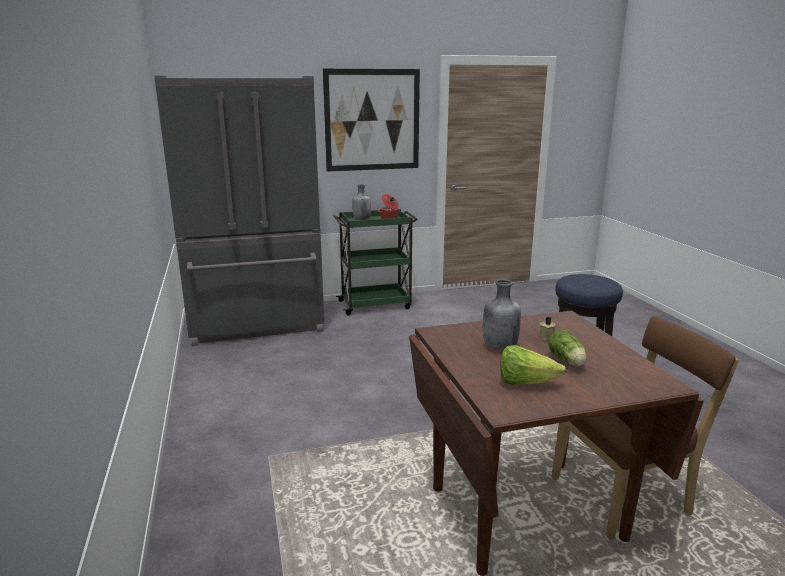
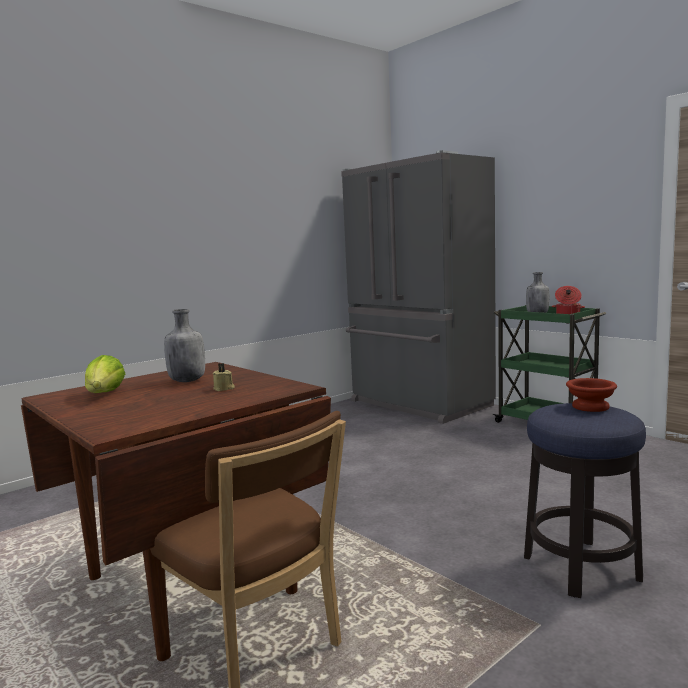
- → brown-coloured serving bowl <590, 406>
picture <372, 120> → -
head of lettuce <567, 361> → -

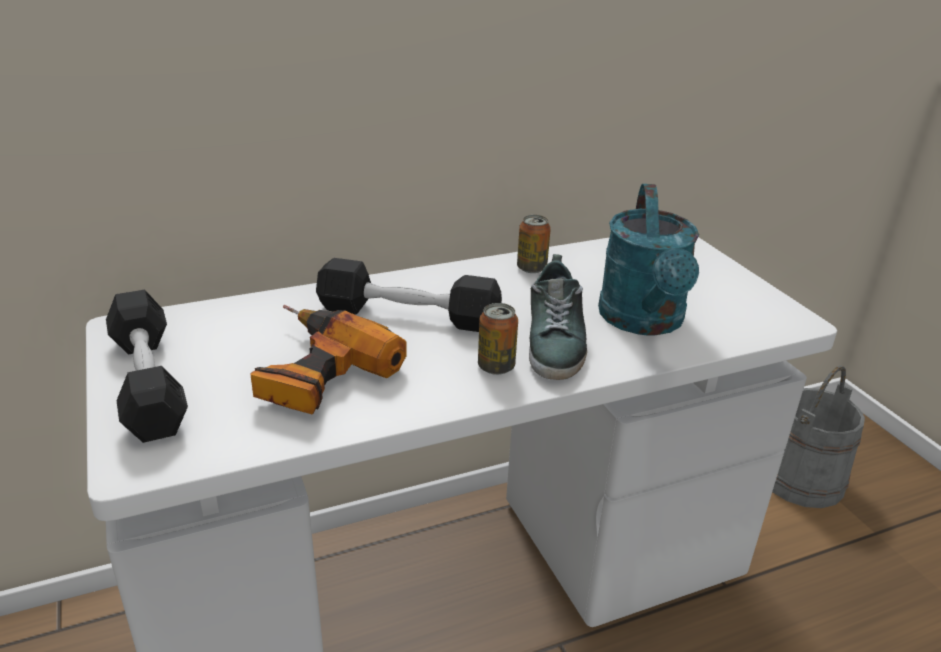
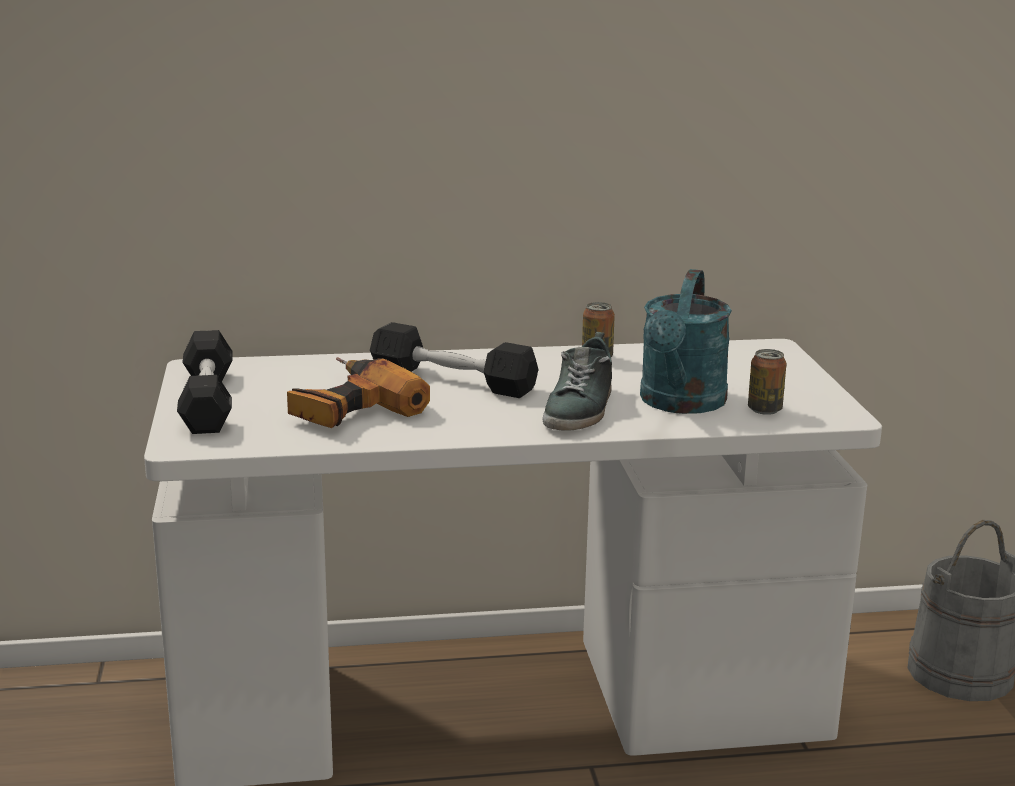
sealed can <496, 367> → sealed can <764, 410>, relocated

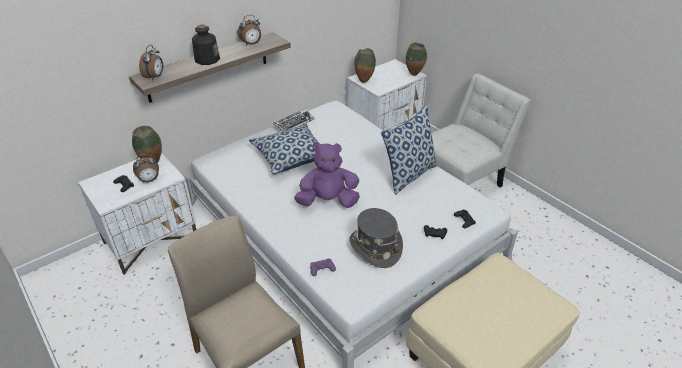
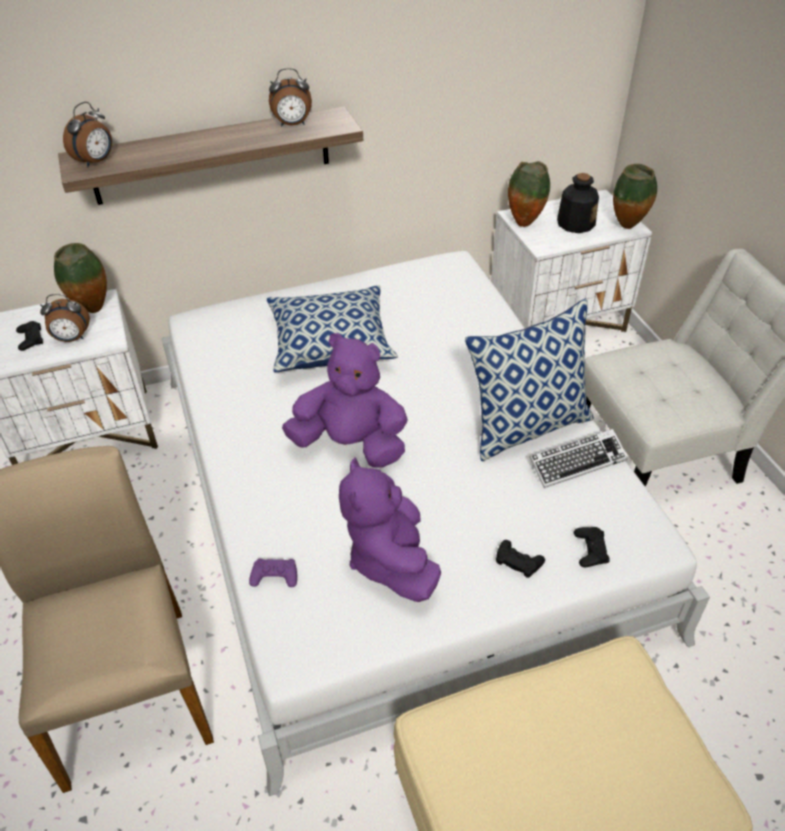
grey wearable hat <375, 247> → purple-coloured plush toy <390, 559>
PC keyboard <294, 123> → PC keyboard <577, 462>, relocated
beverage bottle <207, 59> → beverage bottle <575, 223>, relocated

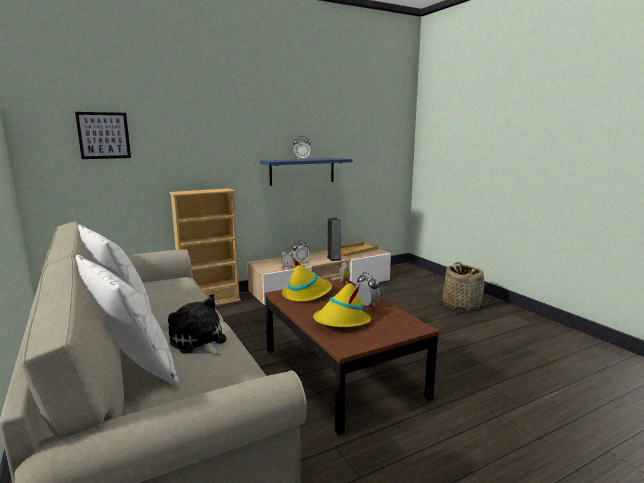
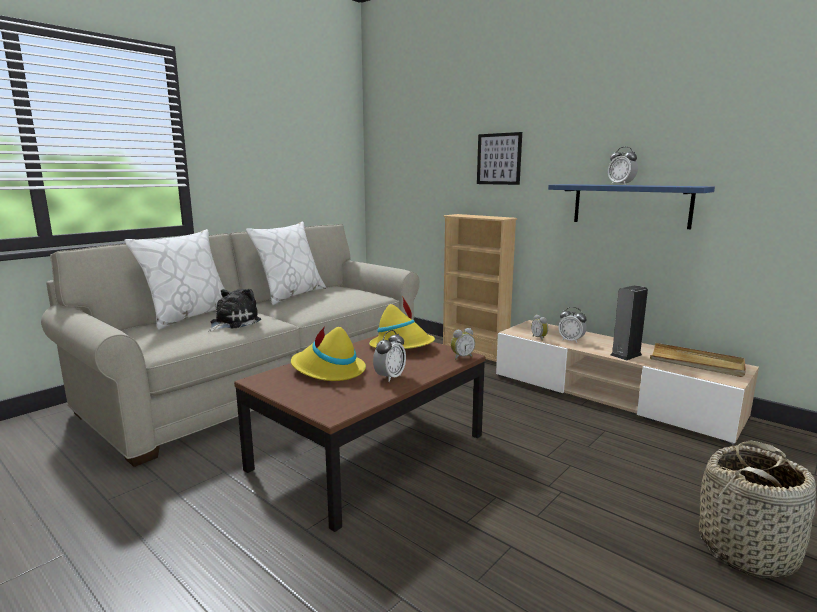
picture <104, 135> → picture <499, 159>, relocated

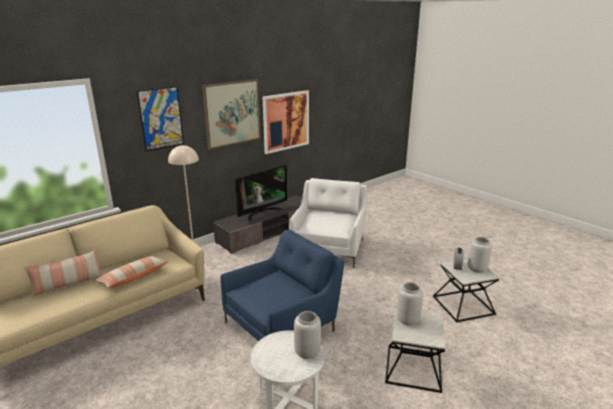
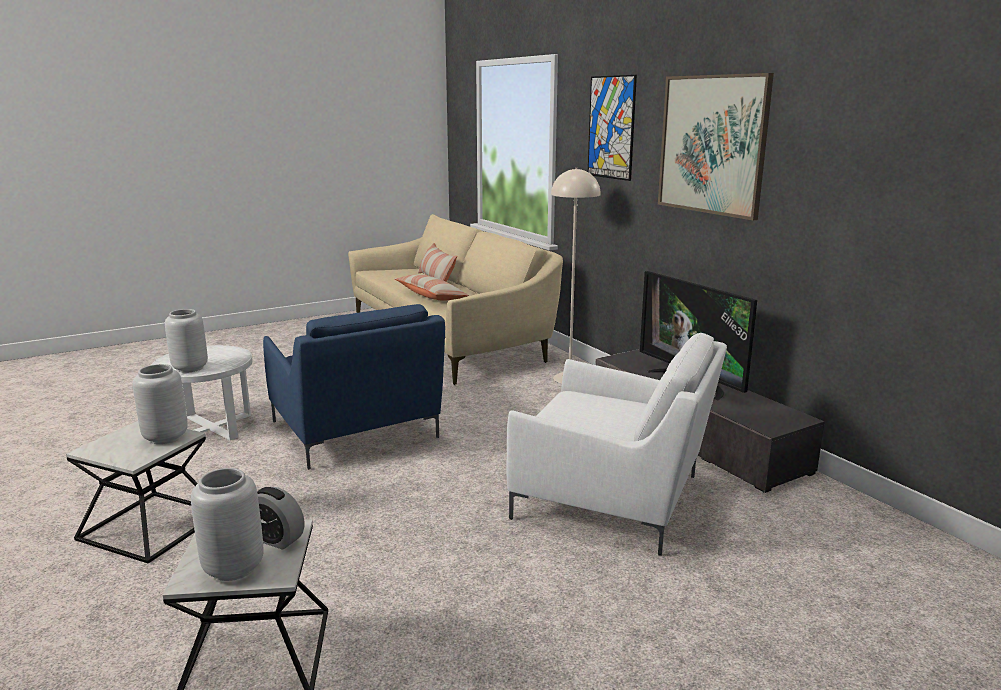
picture <286, 121> → -

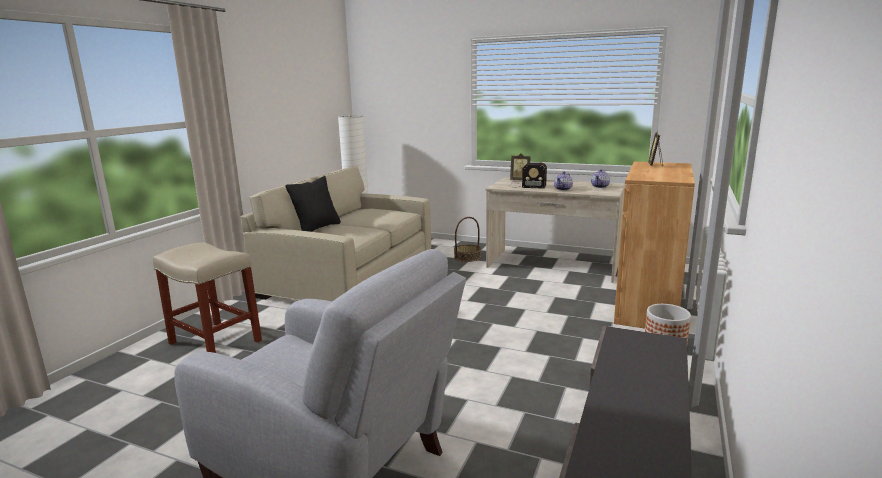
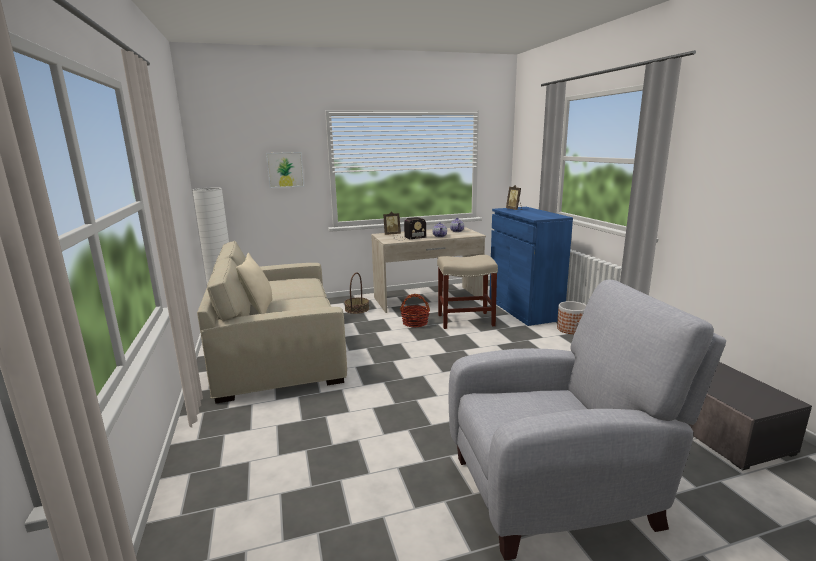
black-coloured throw pillow <317, 228> → beige-coloured throw pillow <259, 309>
- → picture <285, 169>
- → basket <415, 323>
beige-coloured sitting stool <214, 342> → beige-coloured sitting stool <464, 320>, relocated
brown-coloured cupboard <647, 305> → blue cupboard <524, 309>

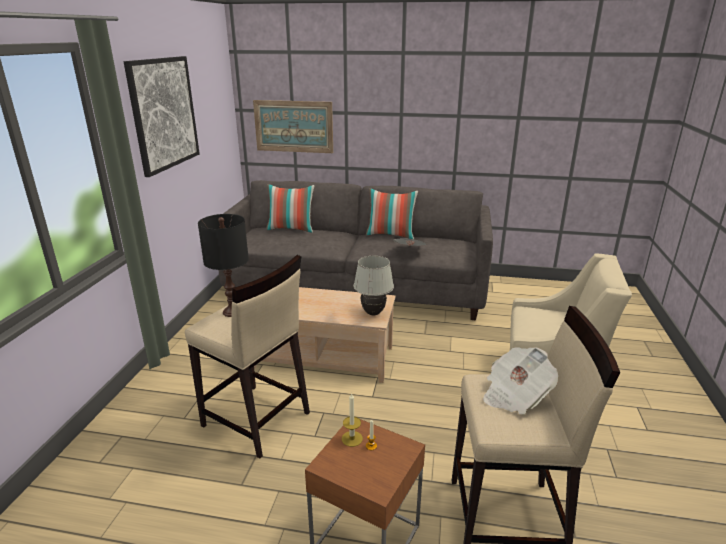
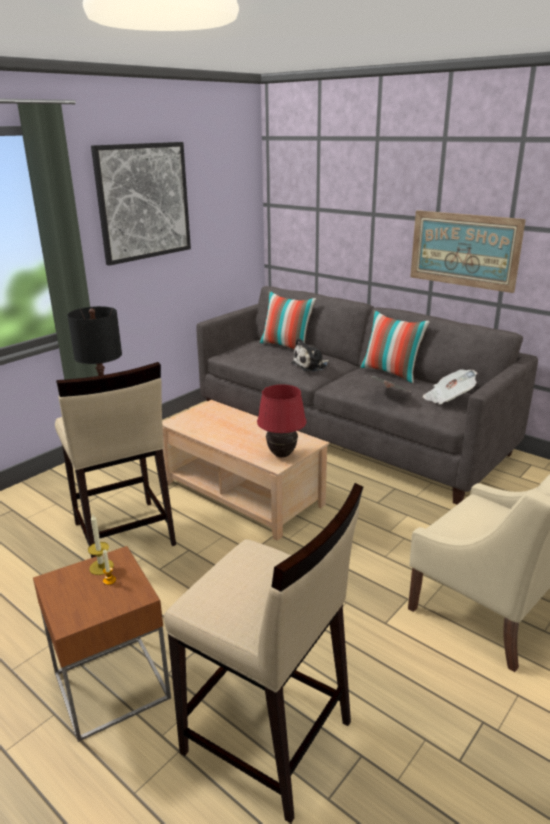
white table lamp <373, 313> → red table lamp <282, 454>
- → plush toy <311, 365>
picture <293, 126> → picture <464, 250>, relocated
printed paper <515, 395> → printed paper <448, 398>, relocated

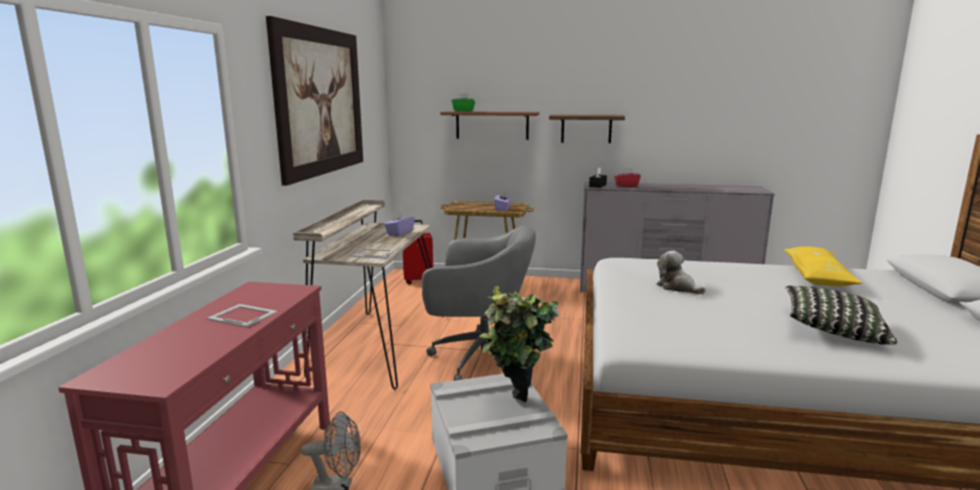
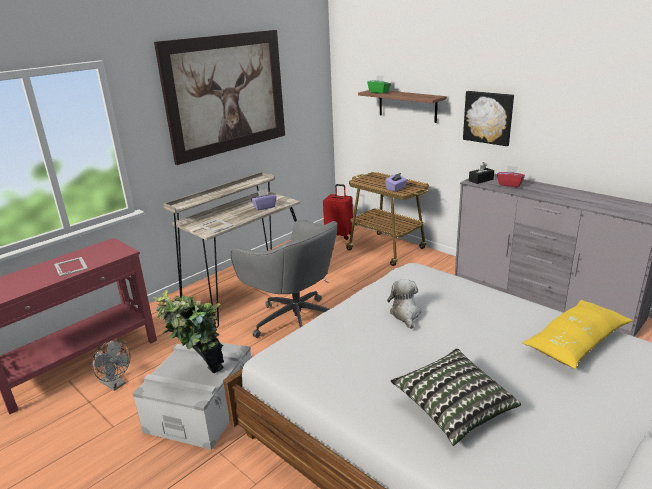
bracket shelf <586, 128> → picture <488, 117>

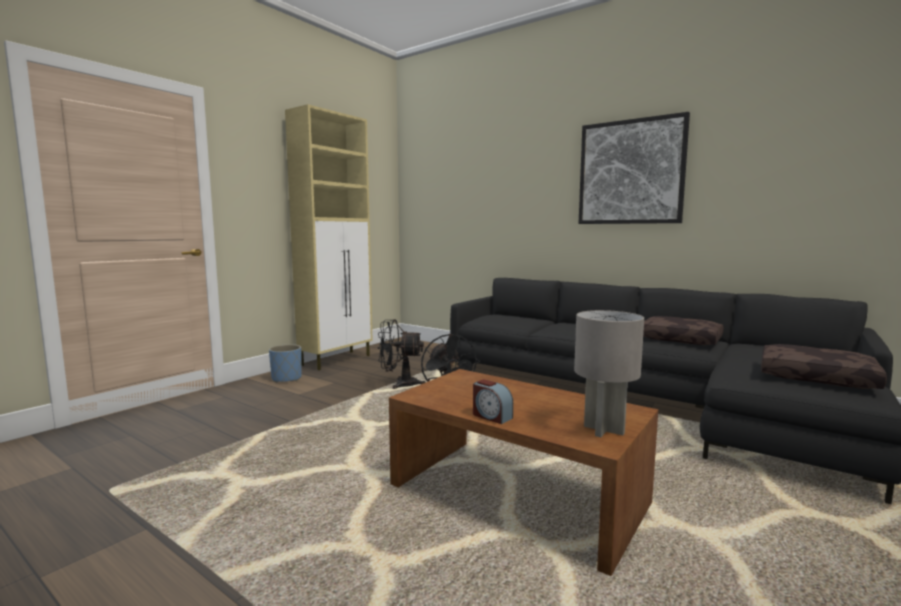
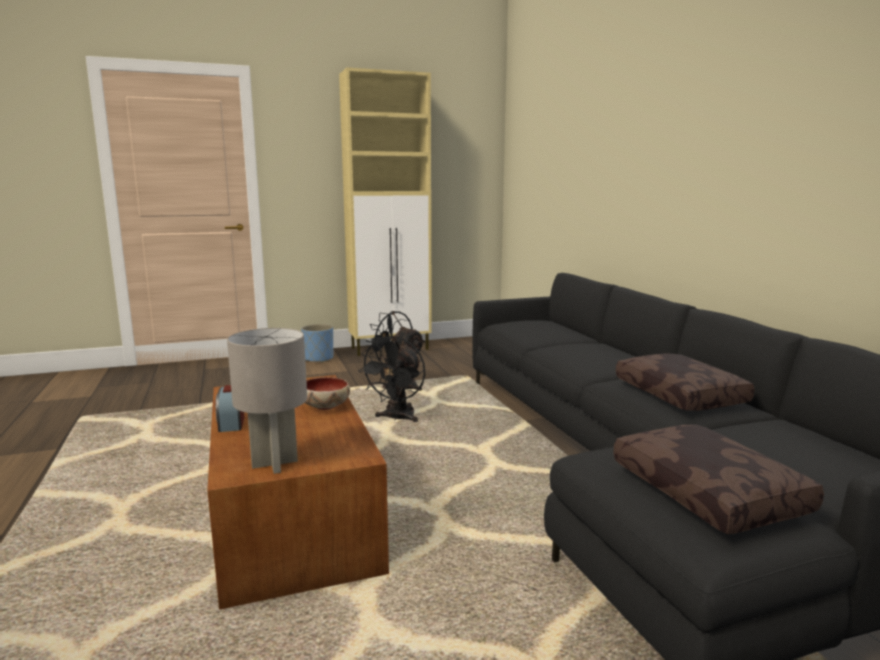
- → serving bowl <324, 407>
picture <630, 172> → -

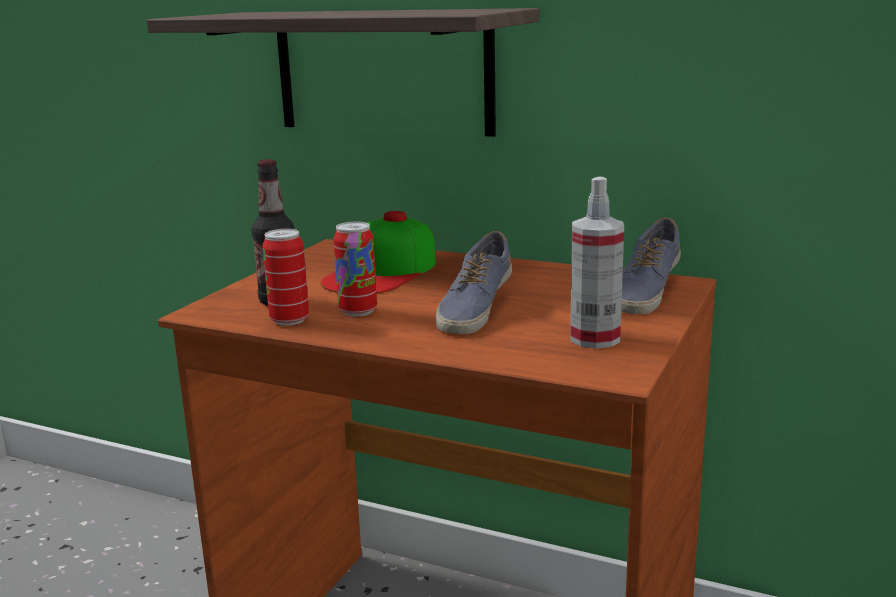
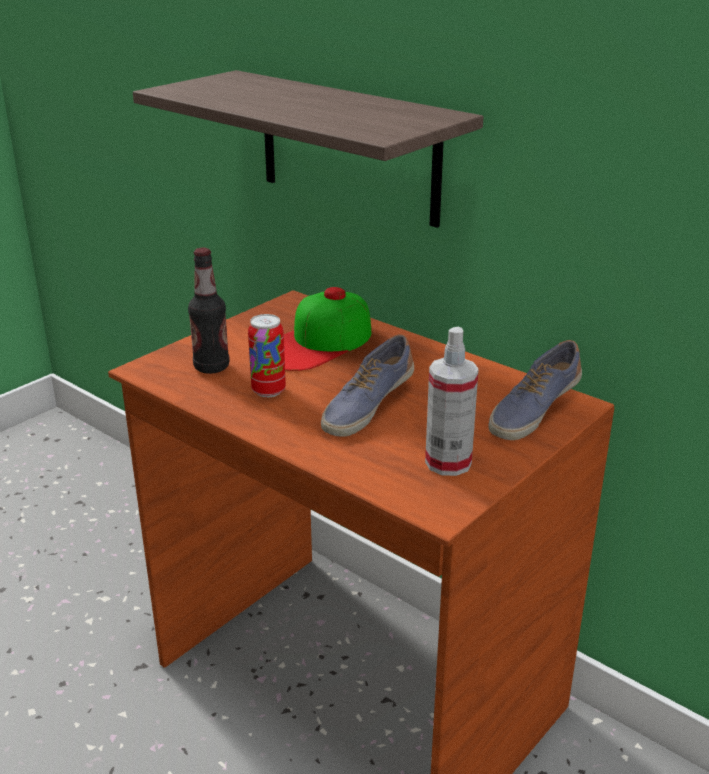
sealed can <289, 320> → -

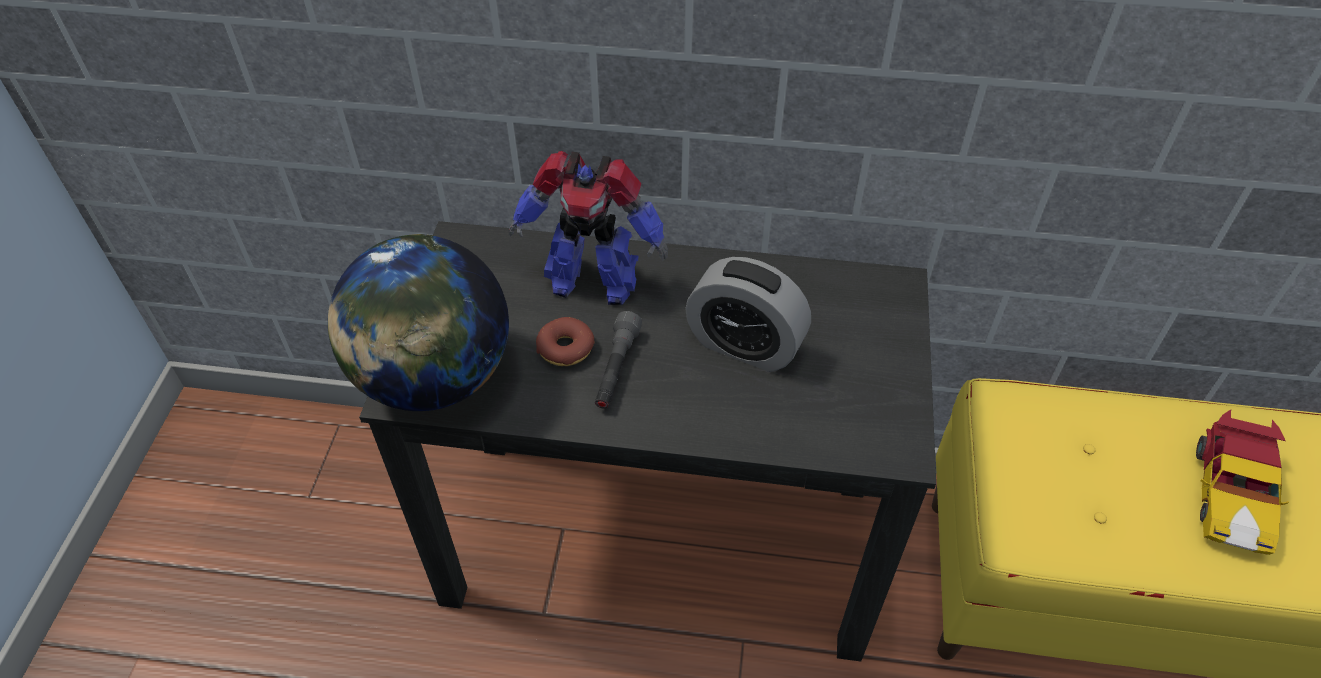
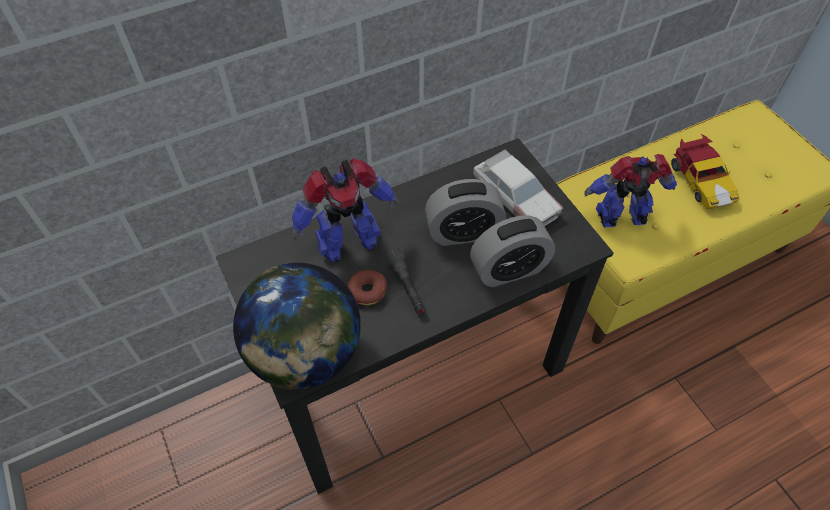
- → alarm clock <509, 269>
- → toy car <514, 197>
- → toy robot <622, 218>

